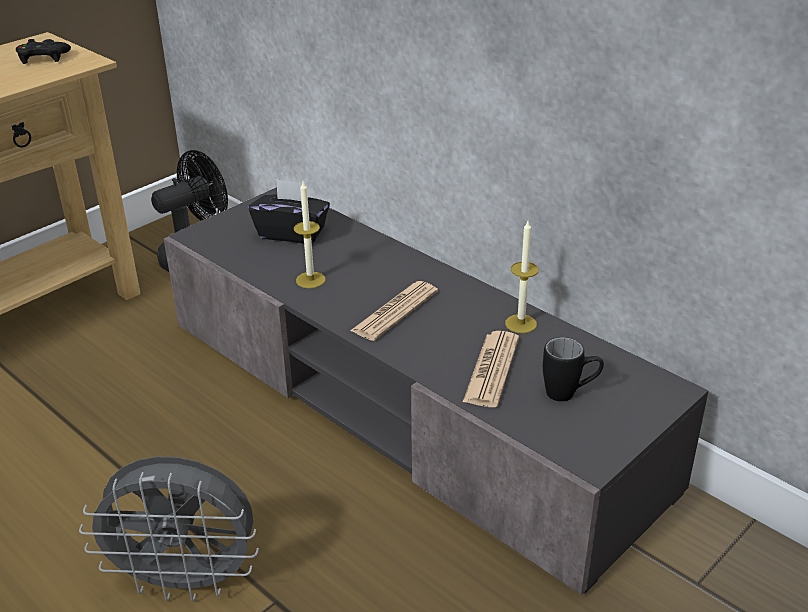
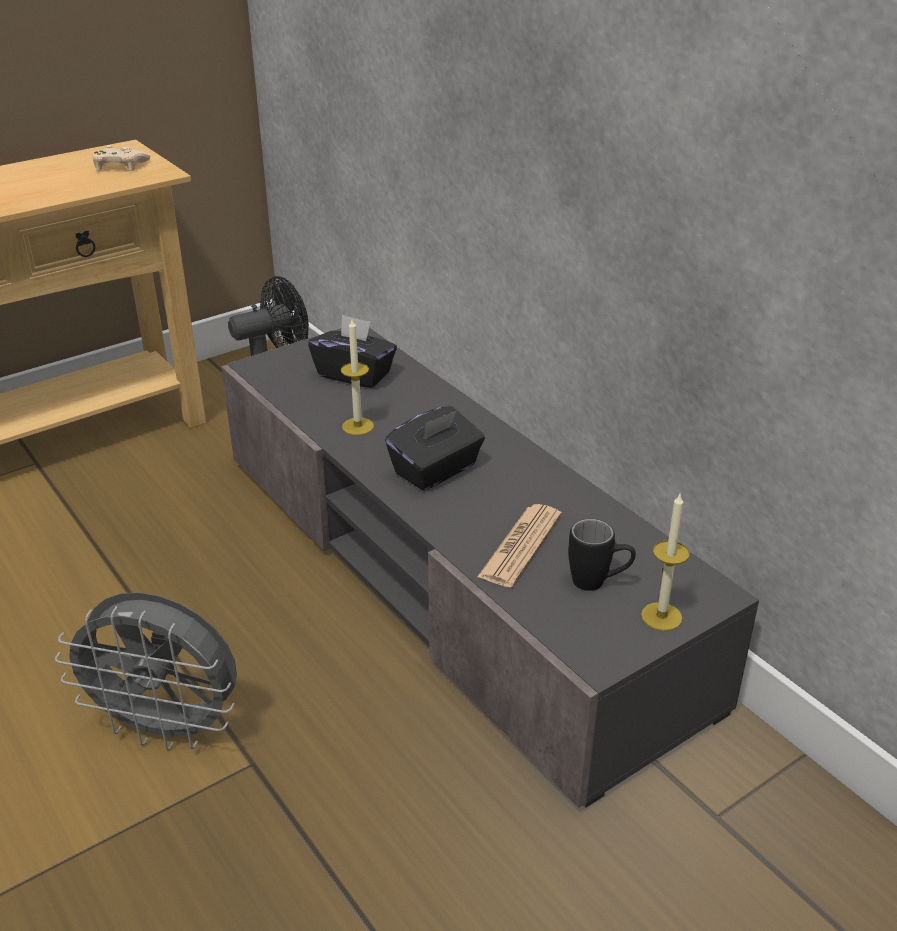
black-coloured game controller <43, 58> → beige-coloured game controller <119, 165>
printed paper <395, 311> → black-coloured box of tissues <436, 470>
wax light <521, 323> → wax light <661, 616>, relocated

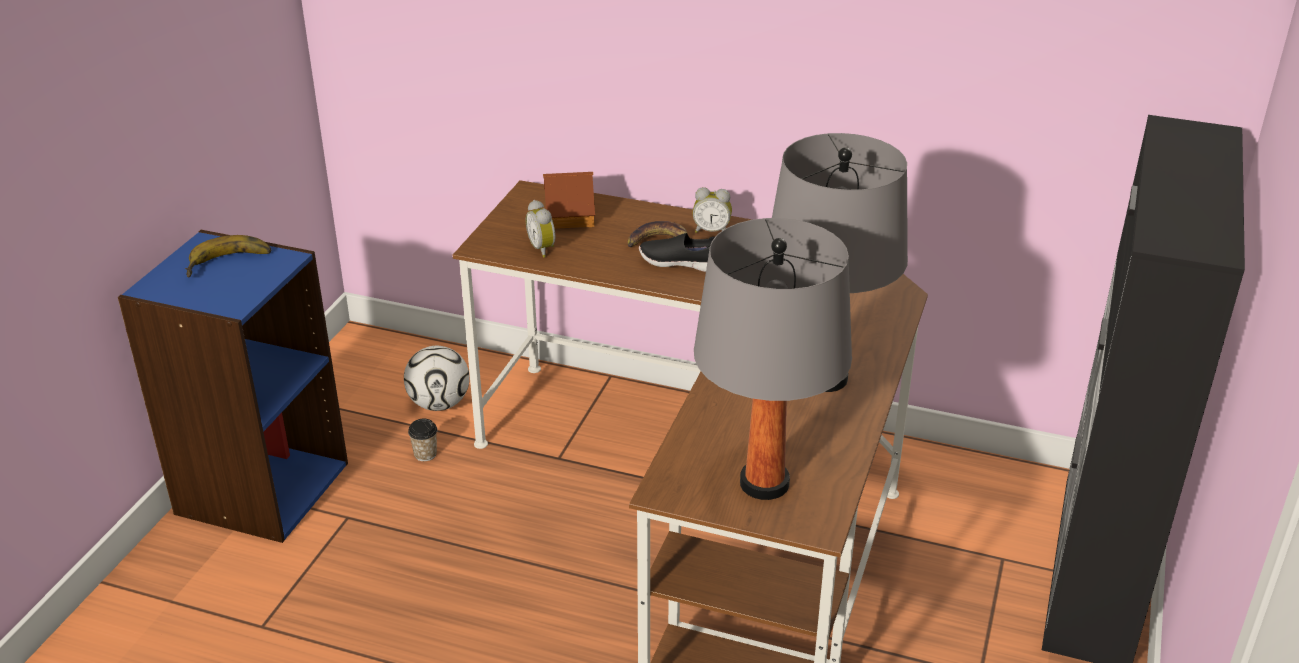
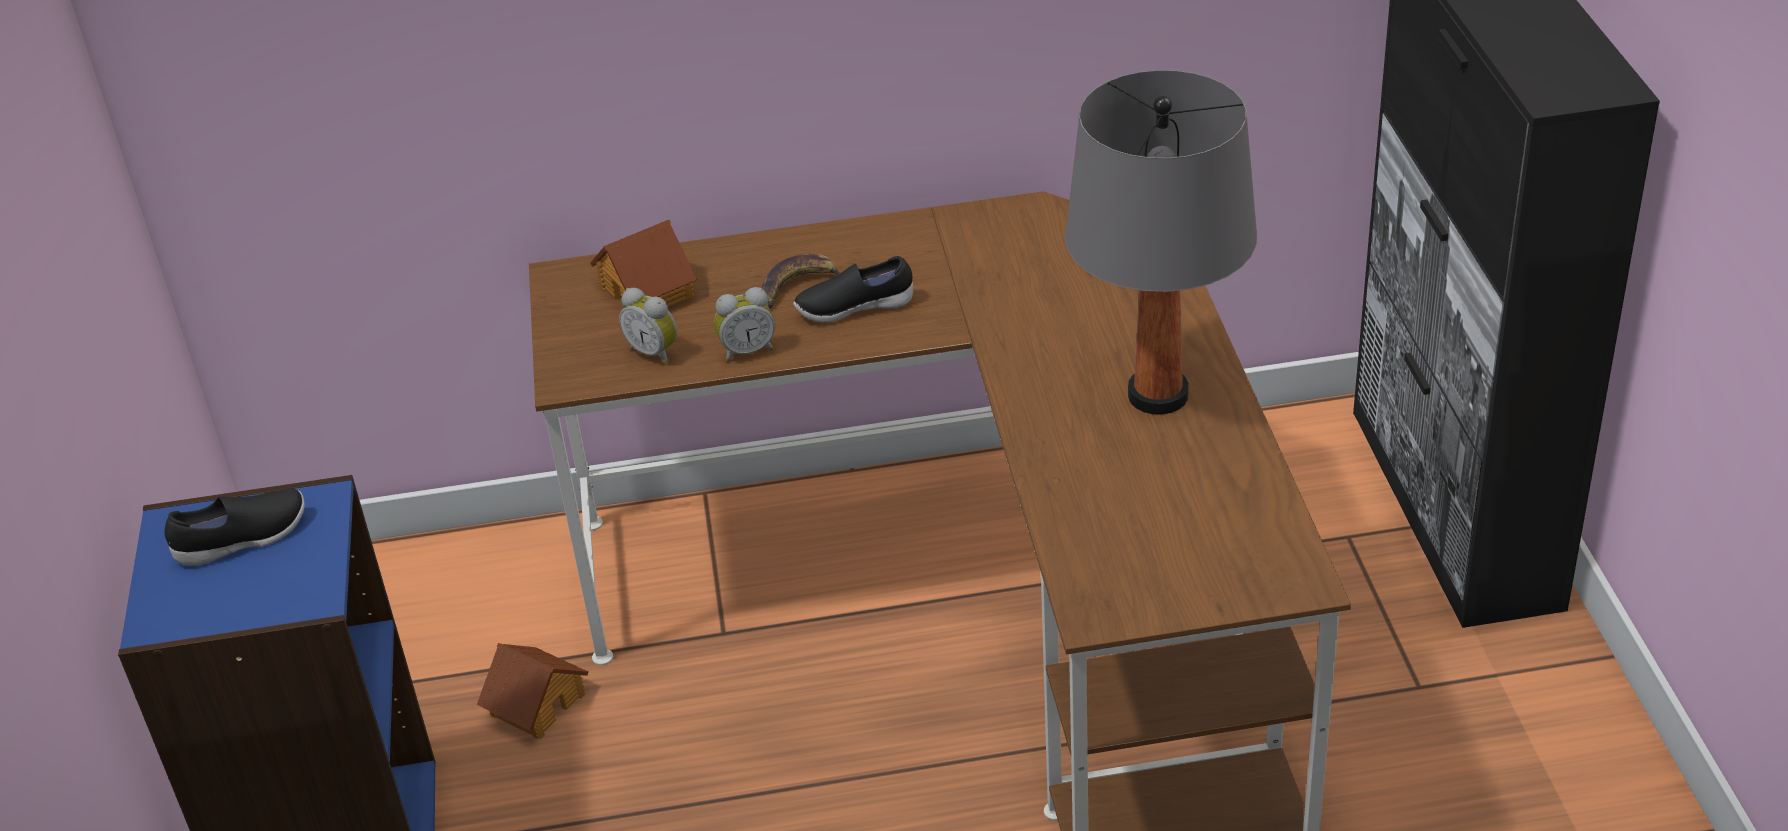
banana <229, 264> → black-coloured low shoe <243, 540>
cup <425, 454> → model house <536, 703>
alarm clock <712, 231> → alarm clock <747, 351>, relocated
football <439, 403> → -
grey table lamp <765, 484> → -

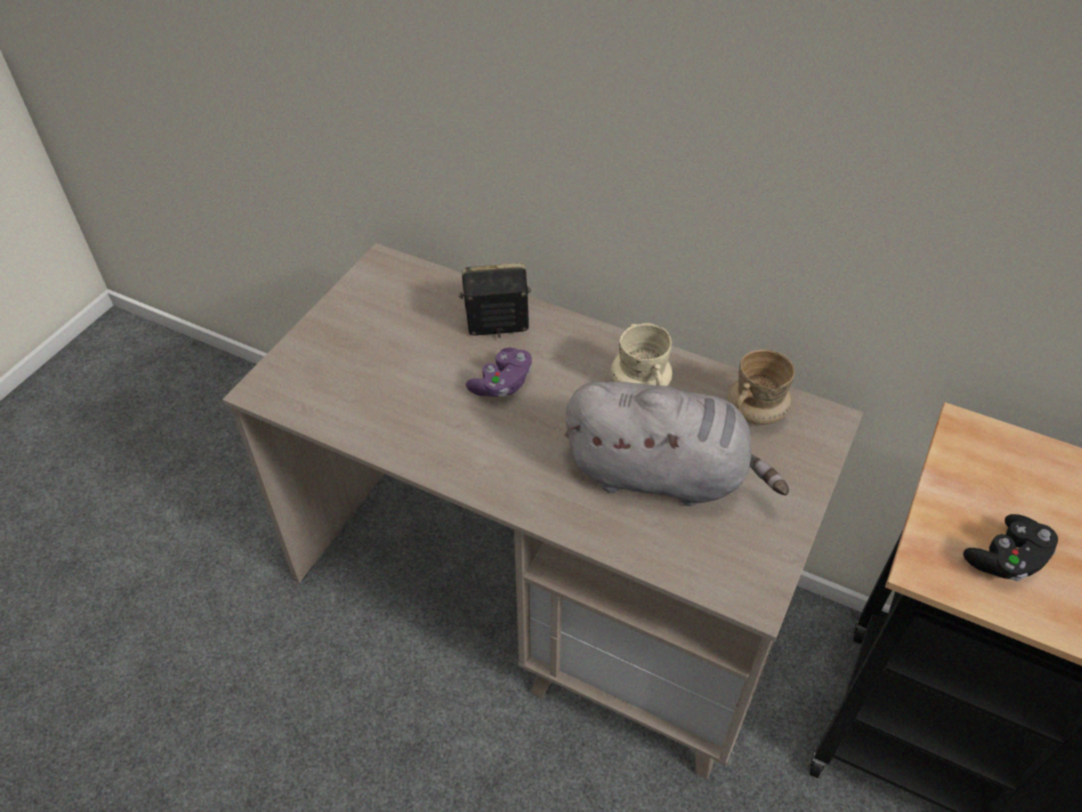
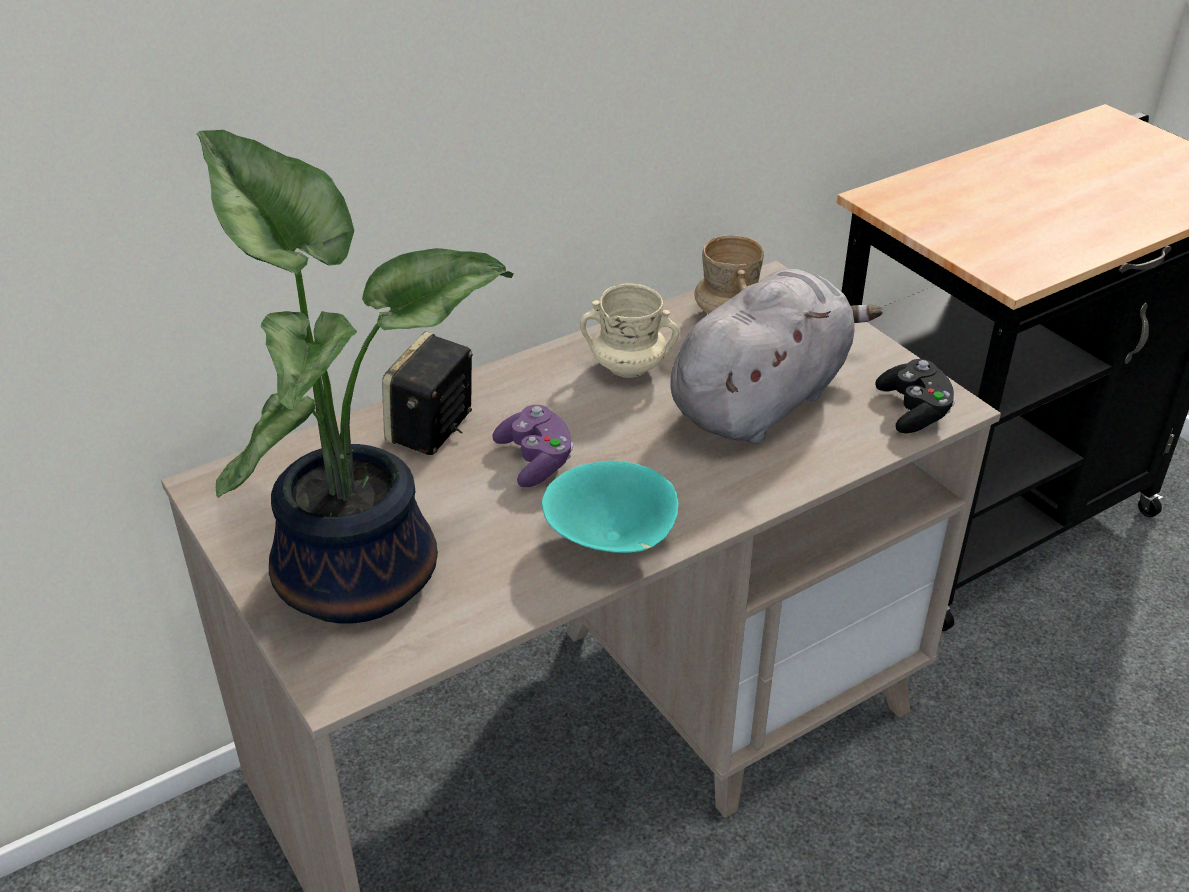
- → houseplant <359, 567>
- → turquoise-coloured serving bowl <611, 543>
black-coloured game controller <1006, 559> → black-coloured game controller <914, 411>, relocated

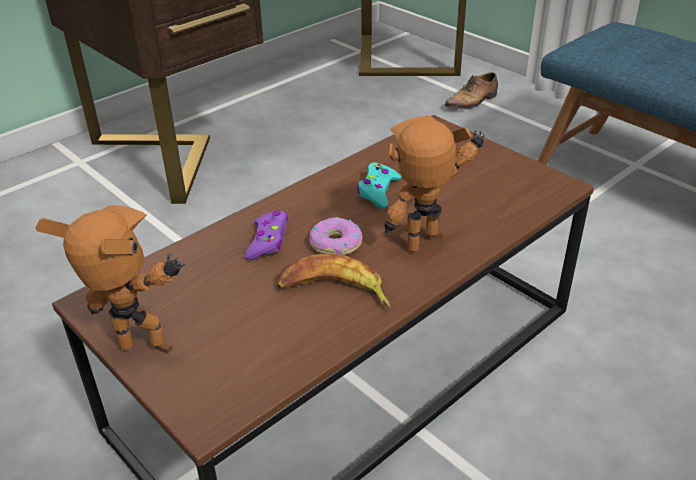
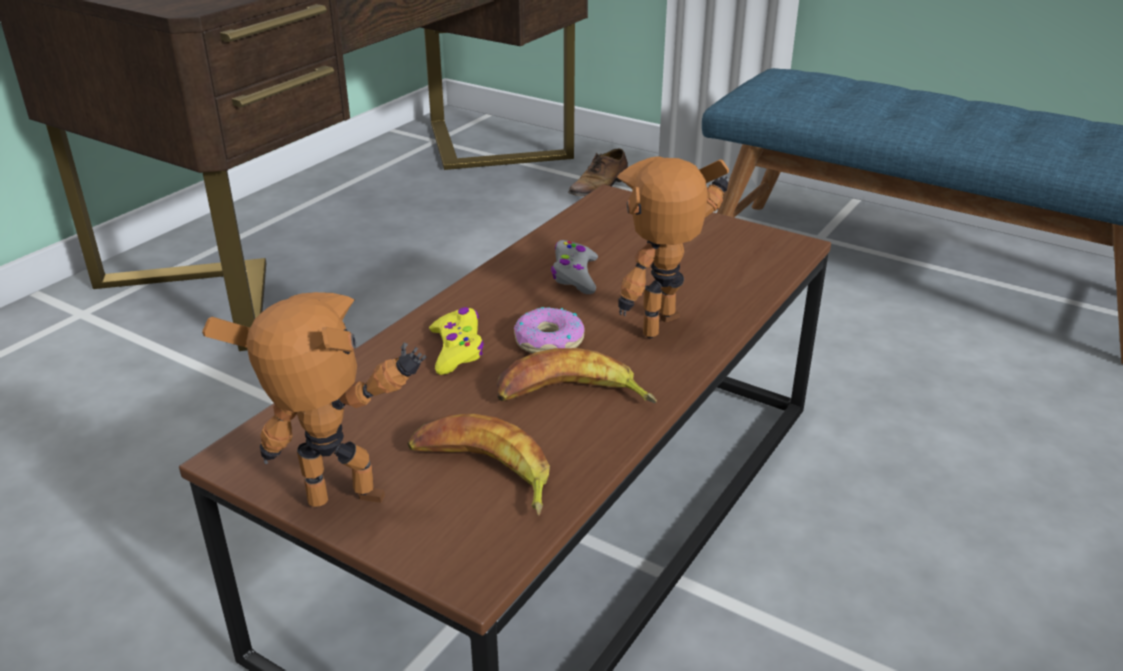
- → banana <482, 473>
purple-coloured game controller <268, 241> → yellow game controller <457, 349>
turquoise-coloured game controller <378, 191> → grey game controller <574, 276>

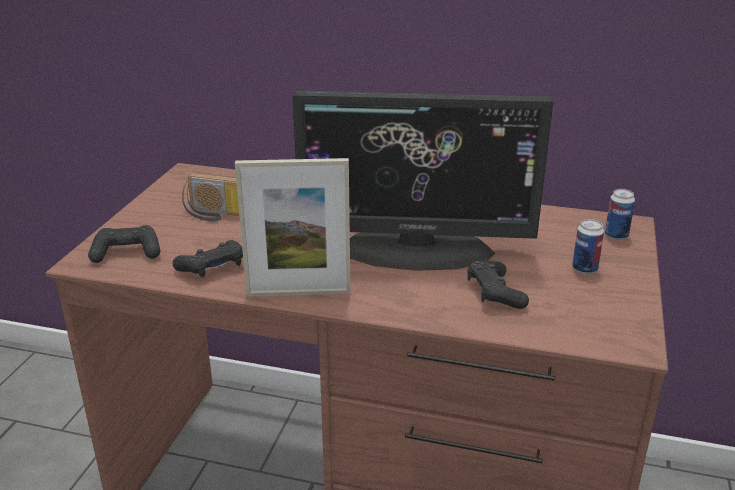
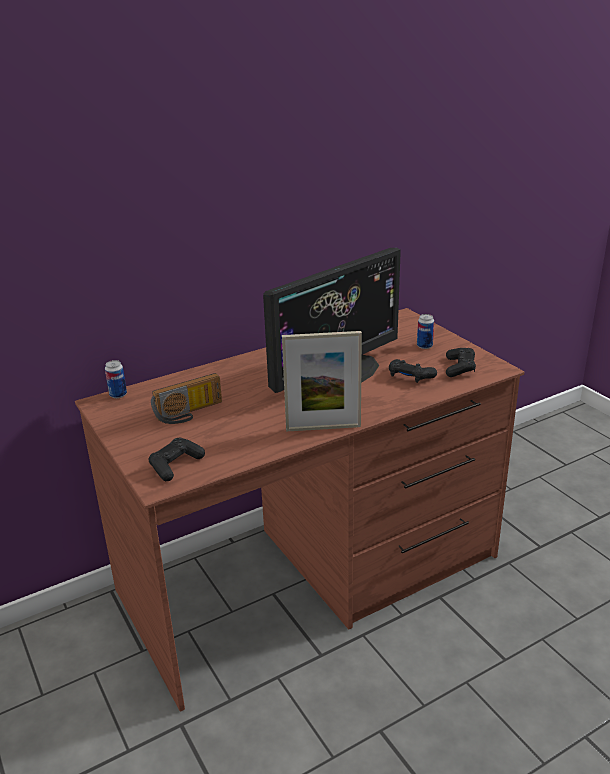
sealed can <616, 235> → sealed can <118, 395>, relocated
picture frame <298, 293> → picture frame <323, 428>, 45 degrees clockwise
black-coloured game controller <212, 267> → black-coloured game controller <459, 368>, relocated

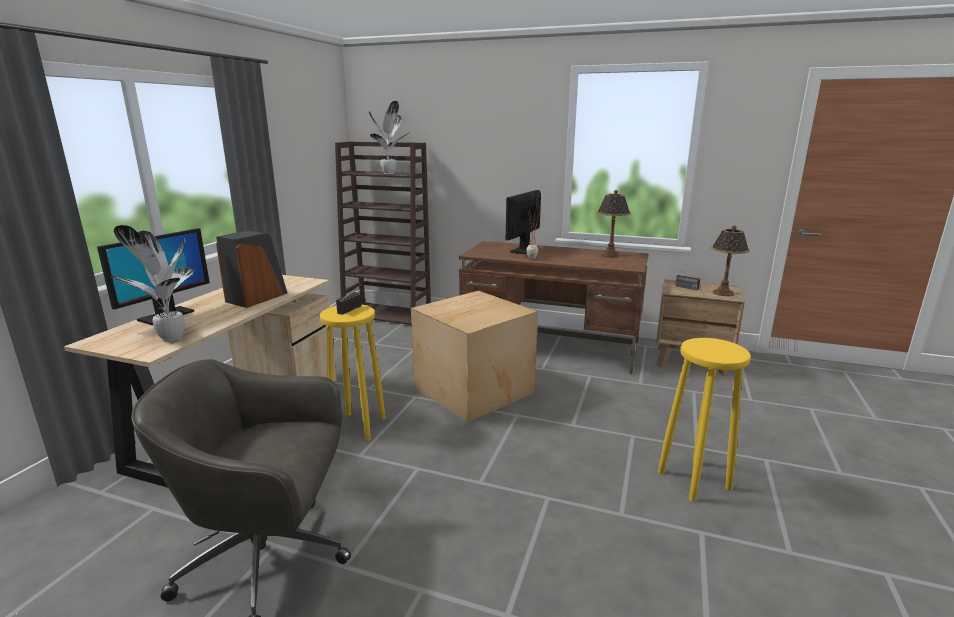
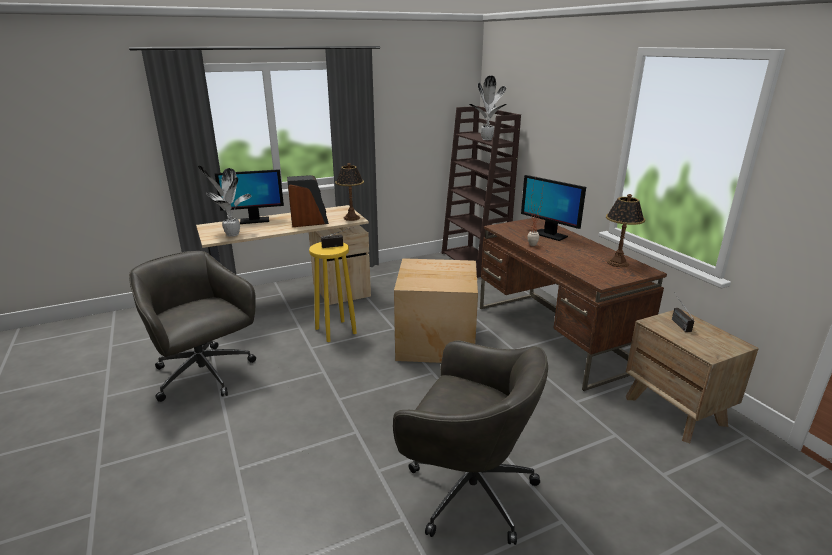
table lamp <723, 293> → table lamp <351, 218>, relocated
yellow sitting stool <694, 480> → grey office chair <467, 490>
computer screen <524, 250> → computer screen <549, 235>, 120 degrees counterclockwise

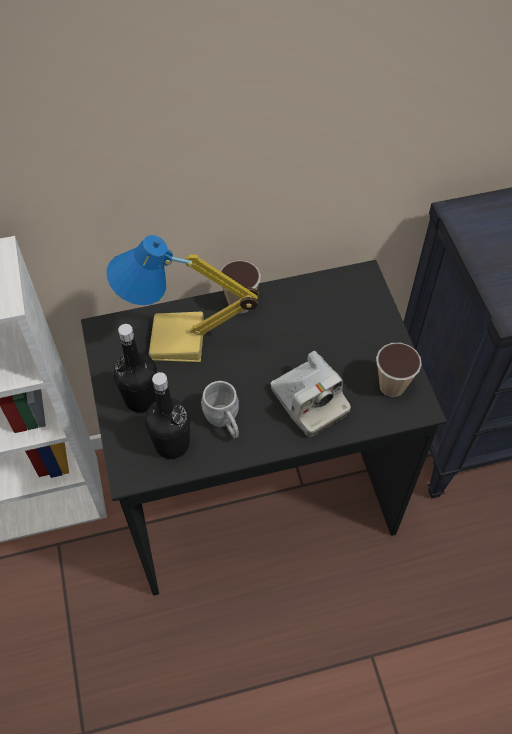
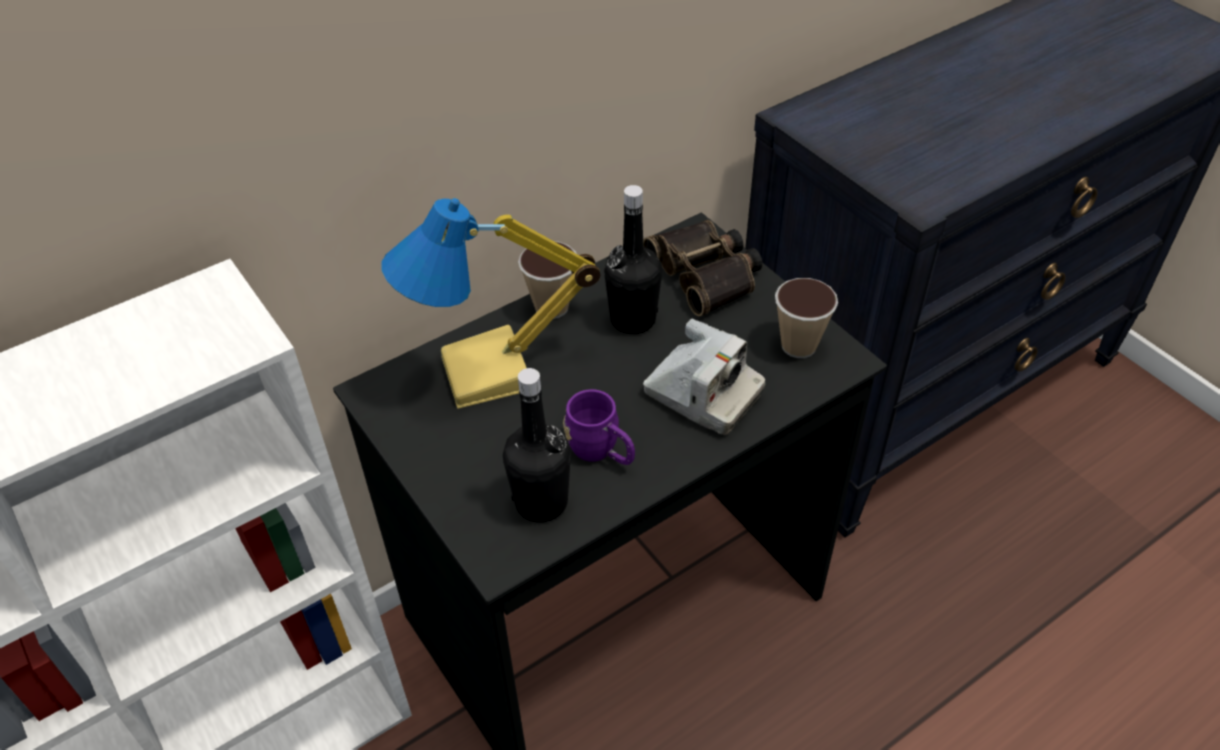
grey coffee mug <224, 422> → purple-coloured coffee mug <601, 452>
black-coloured beverage bottle <141, 399> → black-coloured beverage bottle <633, 319>, relocated
- → pair of binoculars <707, 274>

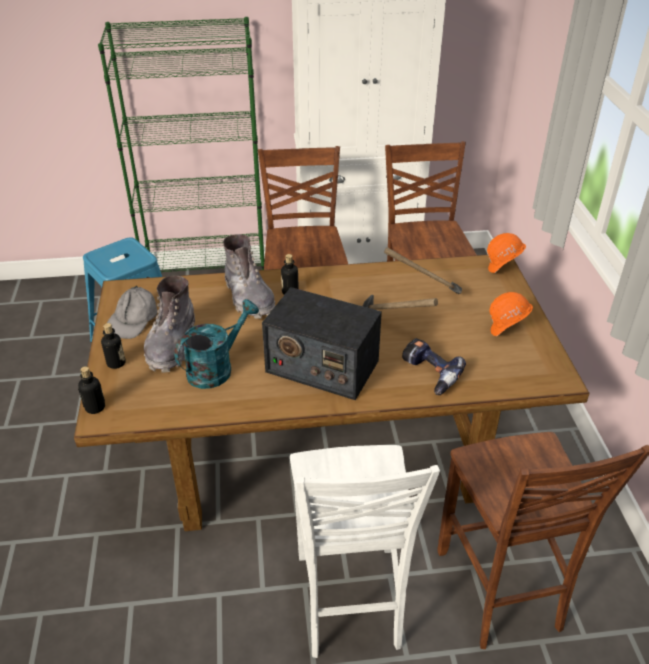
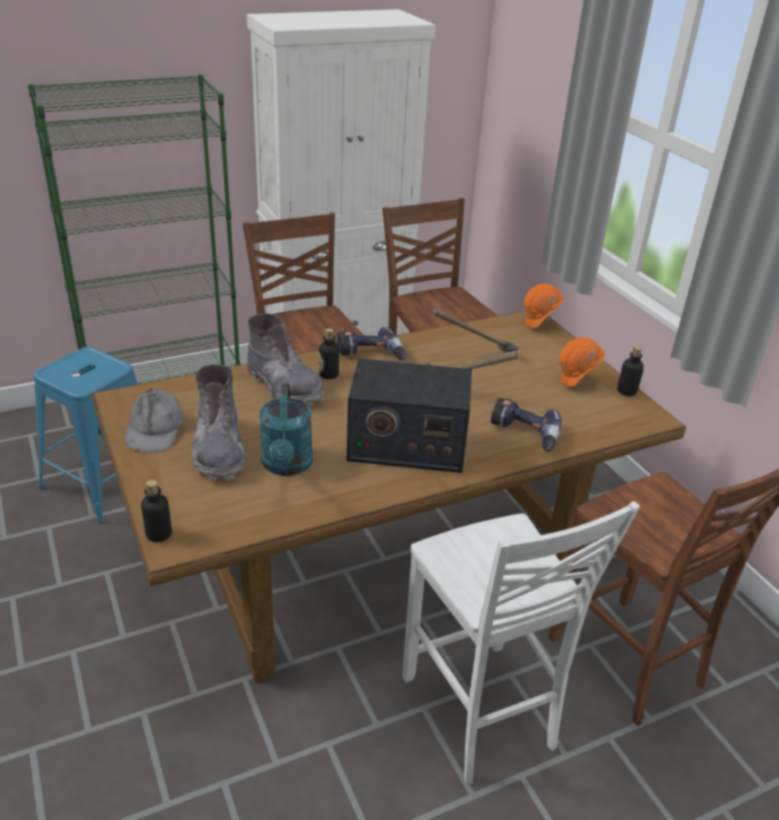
turquoise-coloured watering pot <216, 368> → turquoise-coloured watering pot <287, 466>, 150 degrees clockwise
- → electric drill <371, 355>
beverage bottle <116, 363> → beverage bottle <626, 391>, relocated

